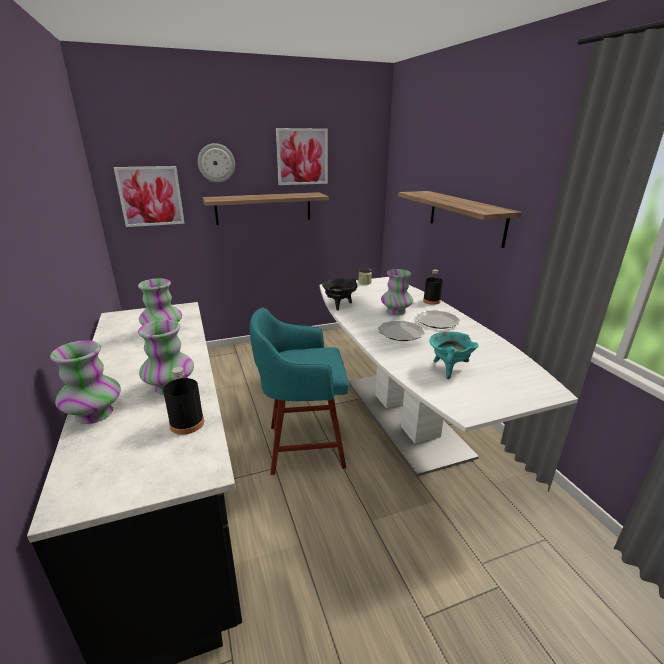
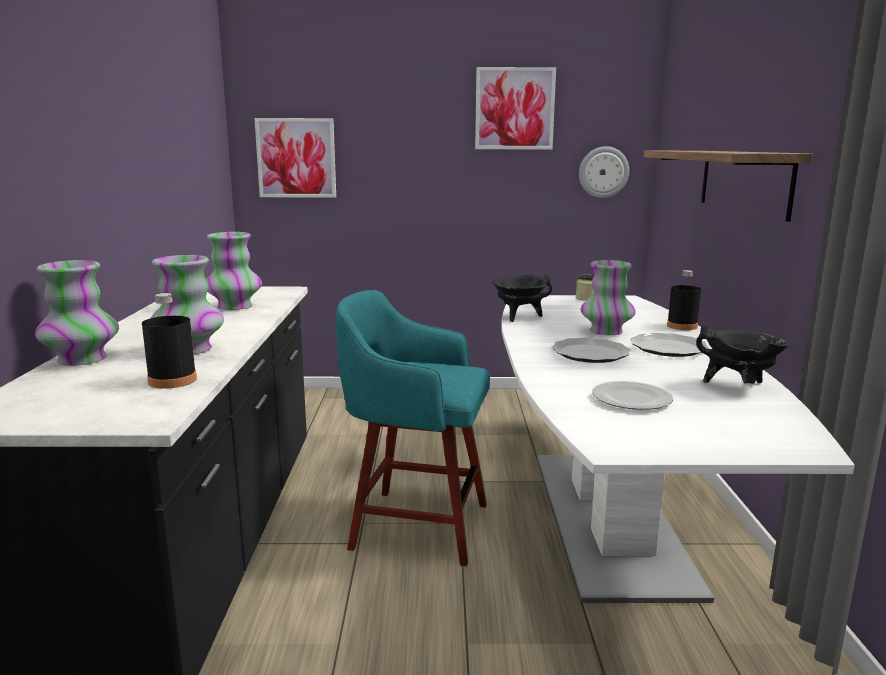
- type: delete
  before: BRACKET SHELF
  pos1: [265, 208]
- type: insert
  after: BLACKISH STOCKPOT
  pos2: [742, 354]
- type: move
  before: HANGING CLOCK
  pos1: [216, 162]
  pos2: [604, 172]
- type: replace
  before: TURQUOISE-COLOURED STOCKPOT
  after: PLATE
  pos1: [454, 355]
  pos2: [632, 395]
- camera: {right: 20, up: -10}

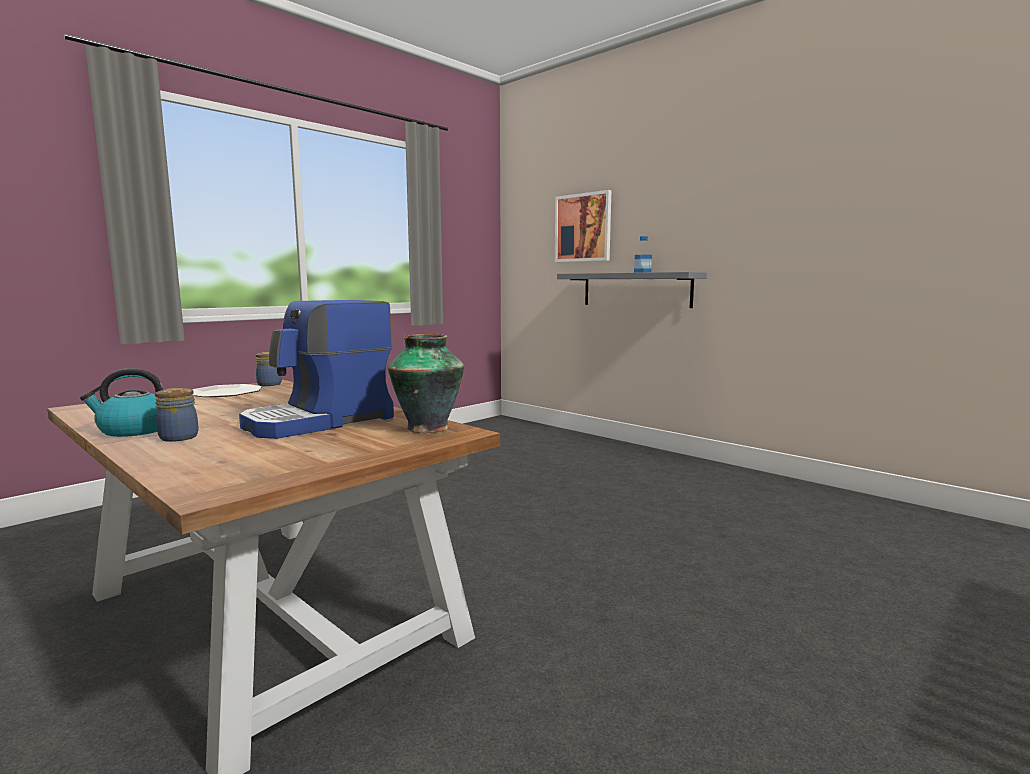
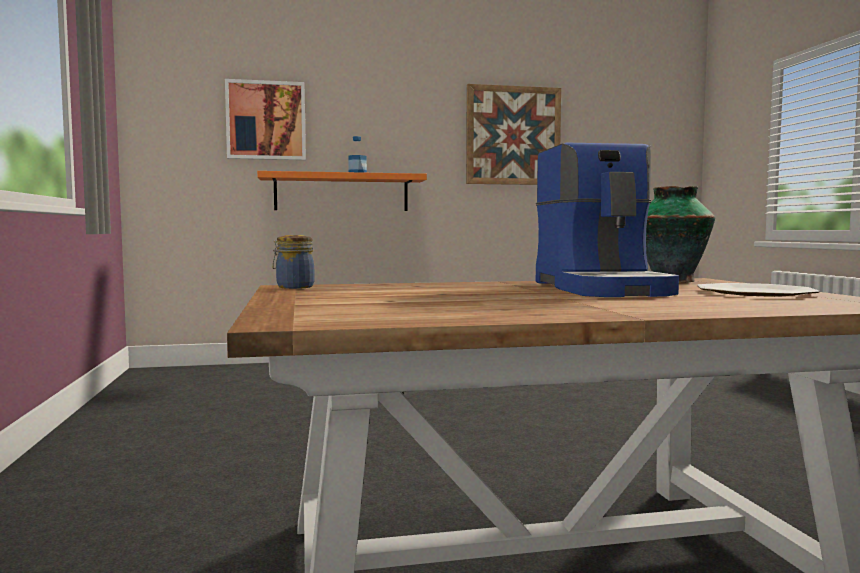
- type: delete
  before: KETTLE
  pos1: [121, 402]
- type: delete
  before: JAR
  pos1: [177, 415]
- type: insert
  after: WALL ART
  pos2: [513, 134]
- type: move
  before: PLATE
  pos1: [227, 390]
  pos2: [758, 290]
- type: recolor
  before: GRAY BRACKET SHELF
  after: ORANGEY BRACKET SHELF
  pos1: [632, 290]
  pos2: [342, 191]
- camera: {right: -55, up: -5}

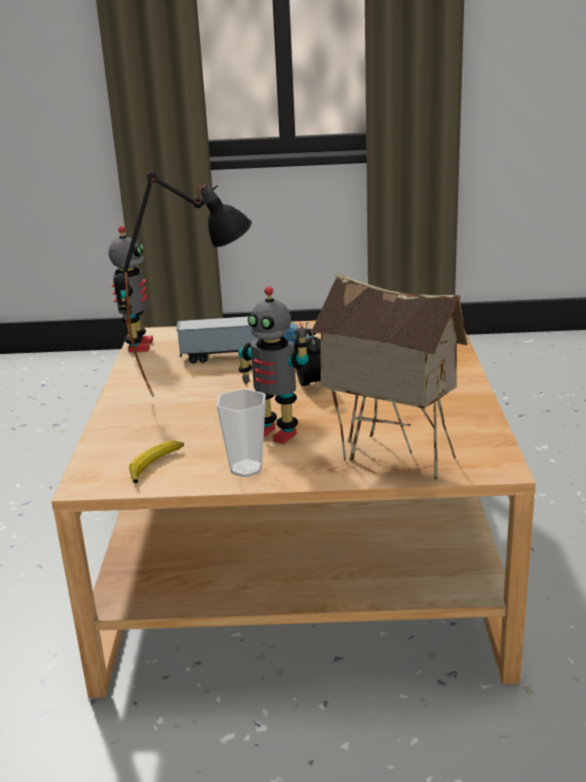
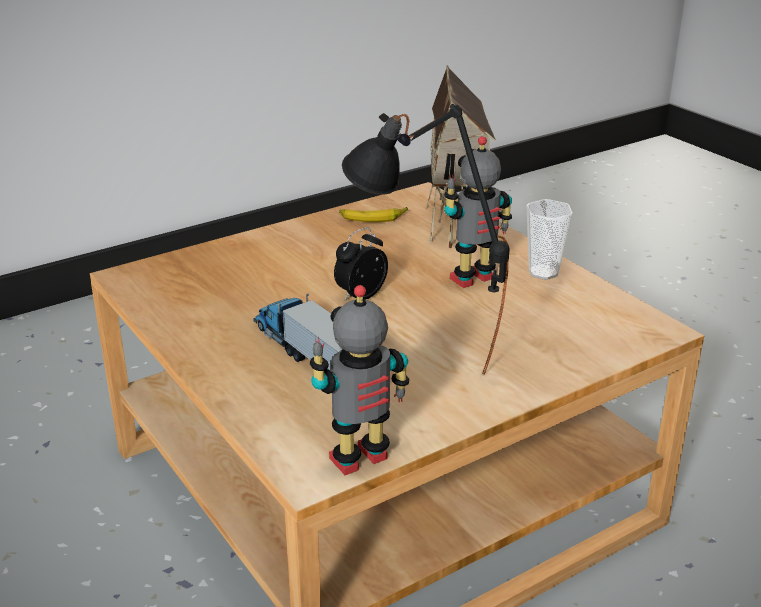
- type: move
  before: BANANA FRUIT
  pos1: [156, 461]
  pos2: [373, 214]
- type: rotate
  before: ROBOT FIGURE
  pos1: [274, 365]
  pos2: [478, 212]
  turn: -120
- camera: {right: -125, up: 5}

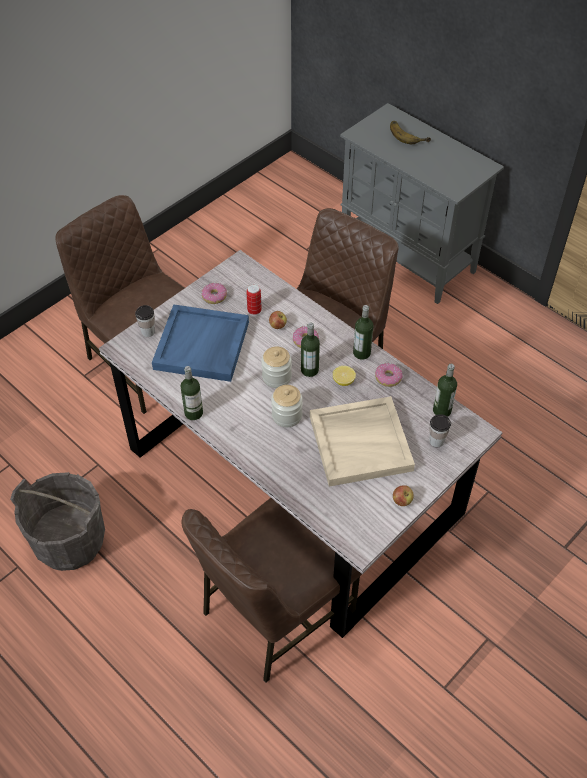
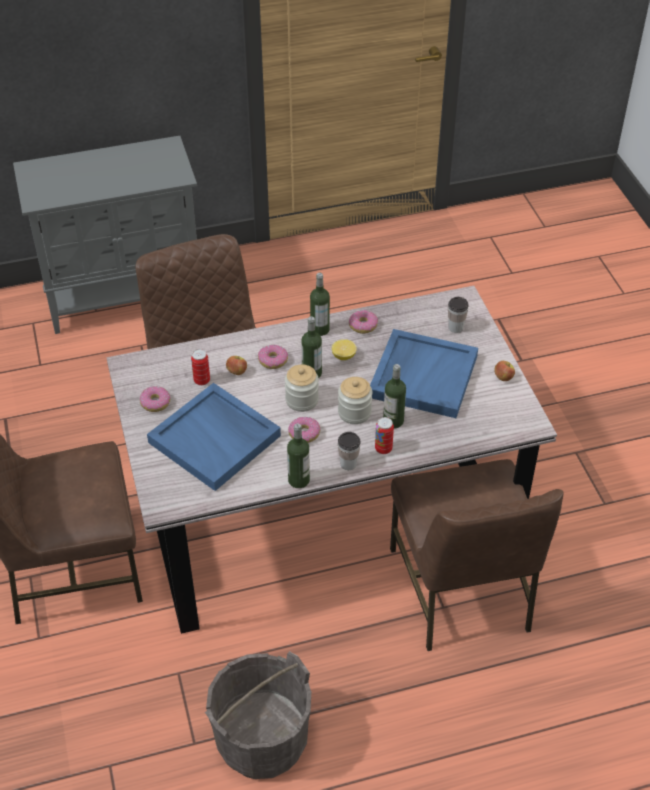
- type: delete
  before: BANANA FRUIT
  pos1: [410, 132]
- type: insert
  after: RING DOUGHNUT
  pos2: [304, 430]
- type: insert
  after: METAL CAN
  pos2: [384, 435]
- type: move
  before: DRINKING CUP
  pos1: [145, 321]
  pos2: [349, 451]
- type: move
  before: DRINK BOTTLE
  pos1: [445, 390]
  pos2: [394, 396]
- type: recolor
  before: BEIGE-COLOURED CARRYING TRAY
  after: BLUE-COLOURED CARRYING TRAY
  pos1: [362, 441]
  pos2: [424, 373]
- camera: {right: -60, up: -5}

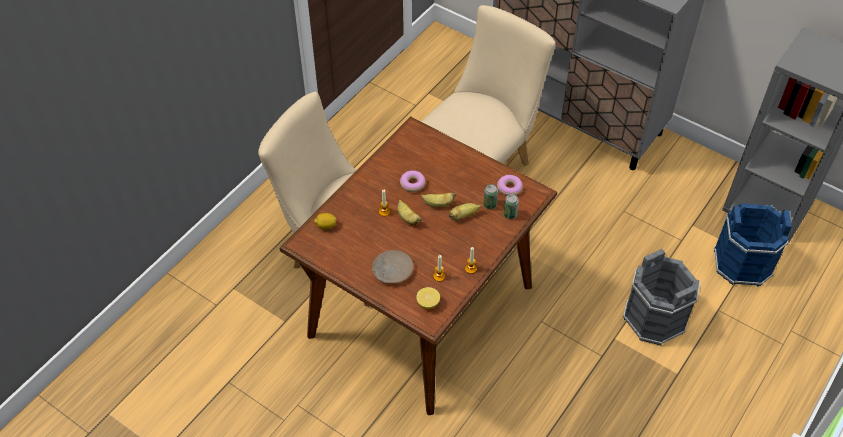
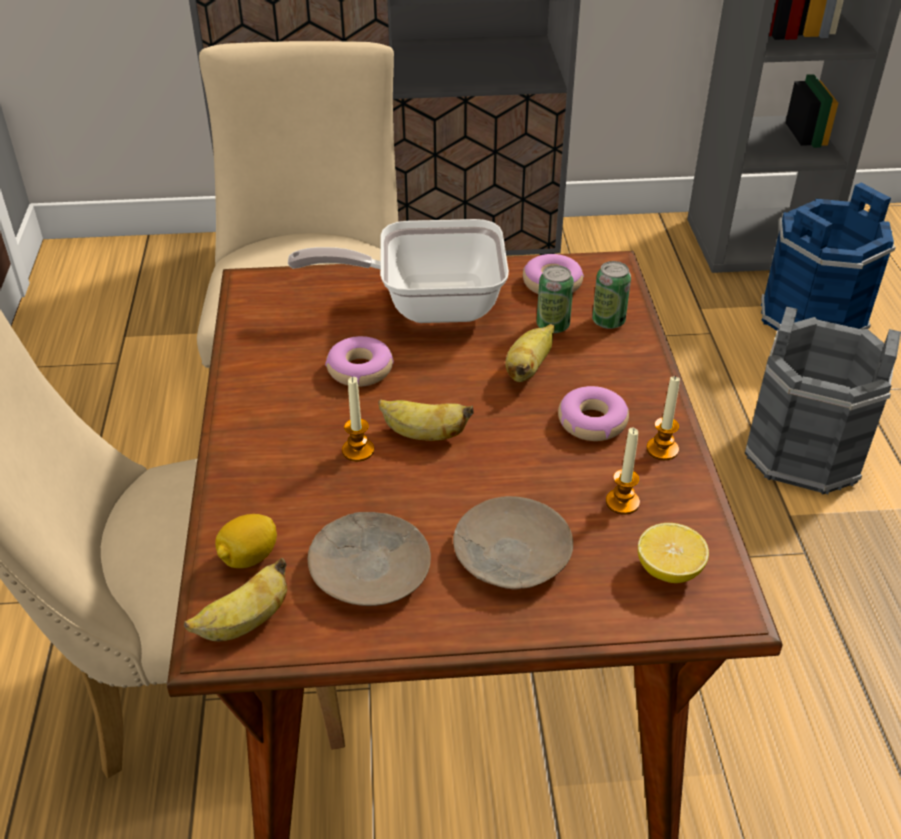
- type: insert
  after: SKILLET
  pos2: [398, 271]
- type: insert
  after: BEIGE-COLOURED PLATE
  pos2: [369, 559]
- type: insert
  after: RING DOUGHNUT
  pos2: [593, 413]
- type: move
  before: BANANA FRUIT
  pos1: [438, 200]
  pos2: [235, 599]
- camera: {right: -40, up: -10}

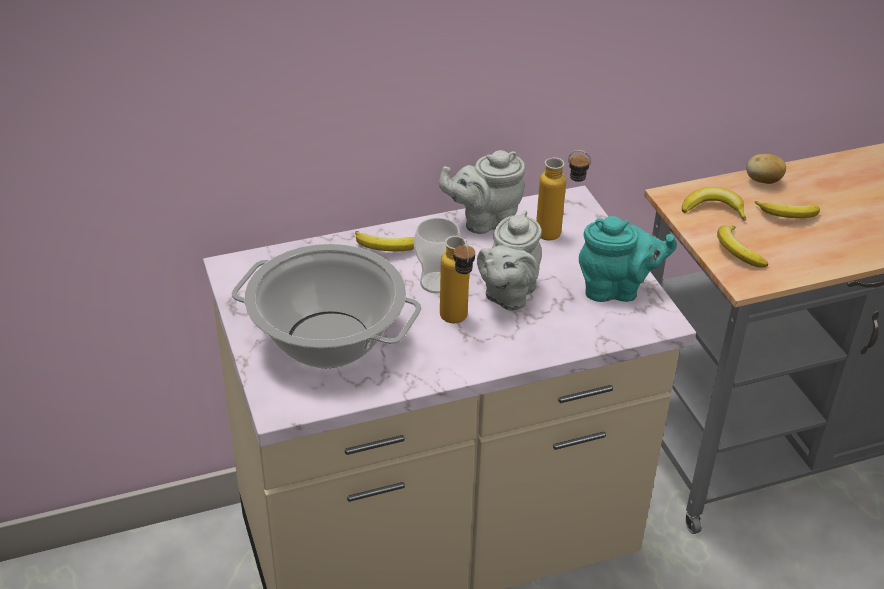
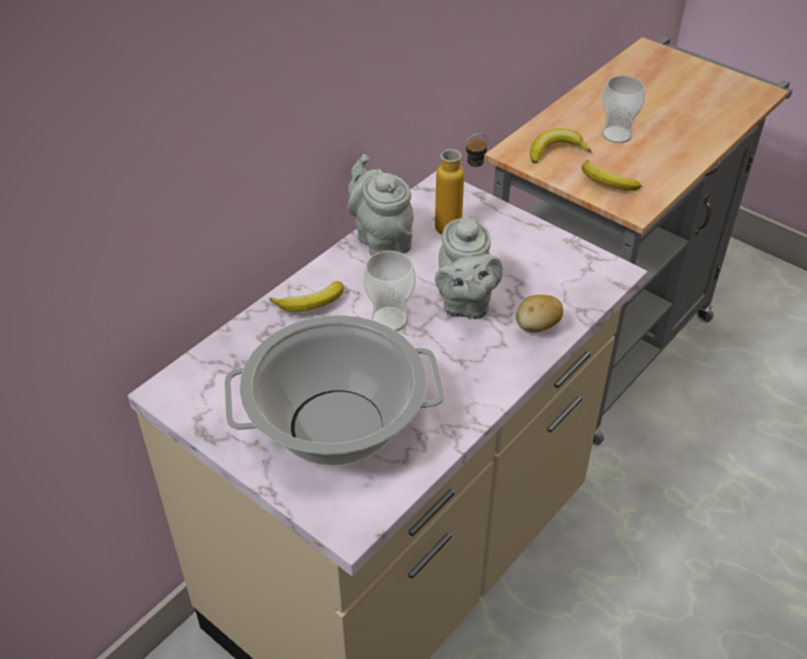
- type: delete
  before: DRINK BOTTLE
  pos1: [457, 279]
- type: delete
  before: TURQUOISE-COLOURED TEAPOT
  pos1: [628, 259]
- type: move
  before: WHOLE POTATO
  pos1: [766, 169]
  pos2: [539, 314]
- type: replace
  before: BANANA FRUIT
  after: DRINKING CUP
  pos1: [787, 209]
  pos2: [623, 109]
- type: rotate
  before: GRAY TEAPOT
  pos1: [482, 192]
  pos2: [380, 205]
  turn: 105
- camera: {right: -30, up: 5}

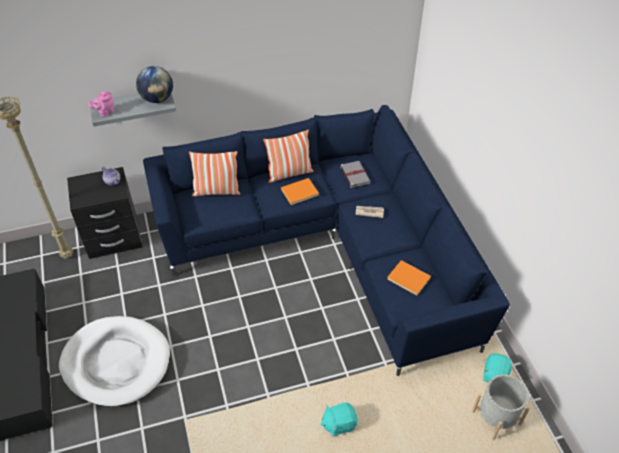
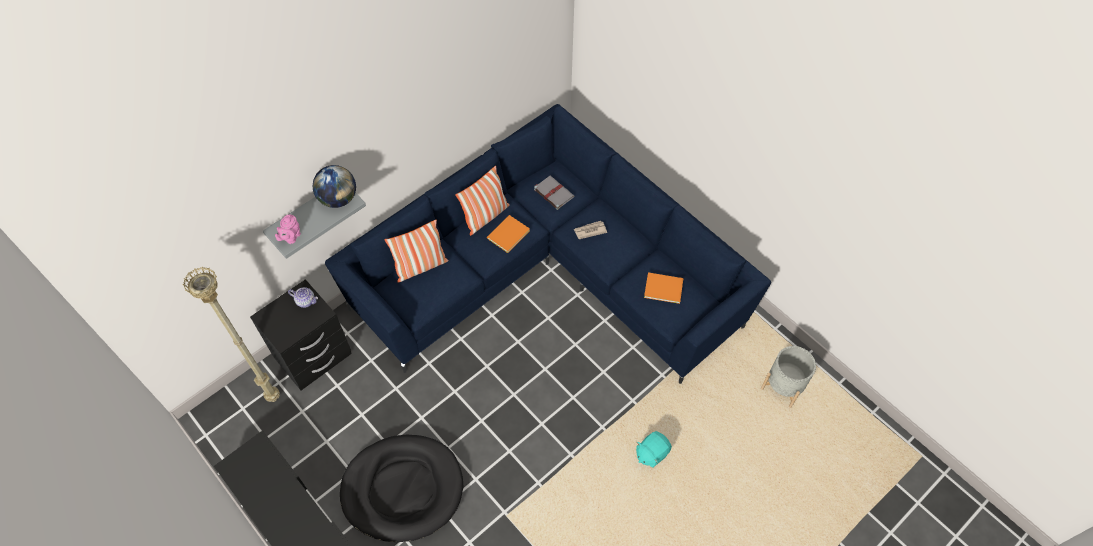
- type: delete
  before: TURQUOISE-COLOURED CUDDLY TOY
  pos1: [497, 368]
- type: recolor
  before: WHITISH DOG BED
  after: BLACKISH DOG BED
  pos1: [114, 361]
  pos2: [401, 488]
- camera: {right: -25, up: 10}

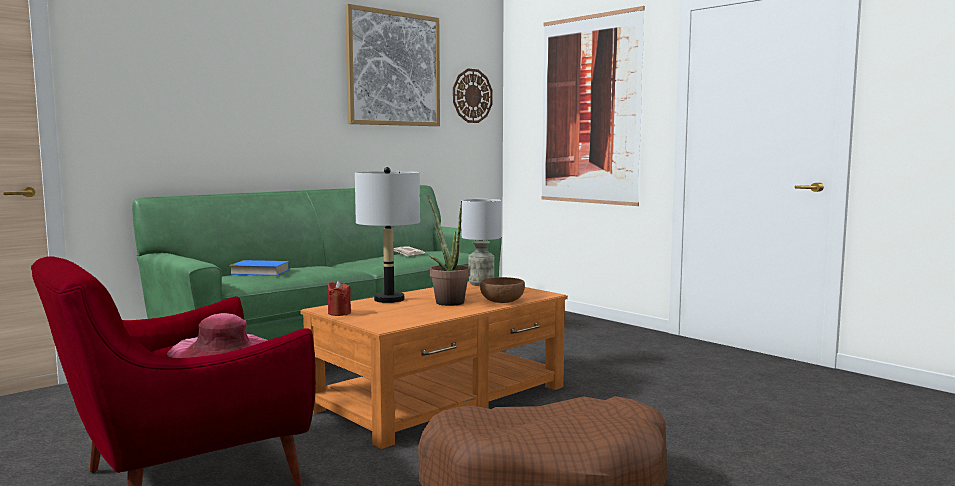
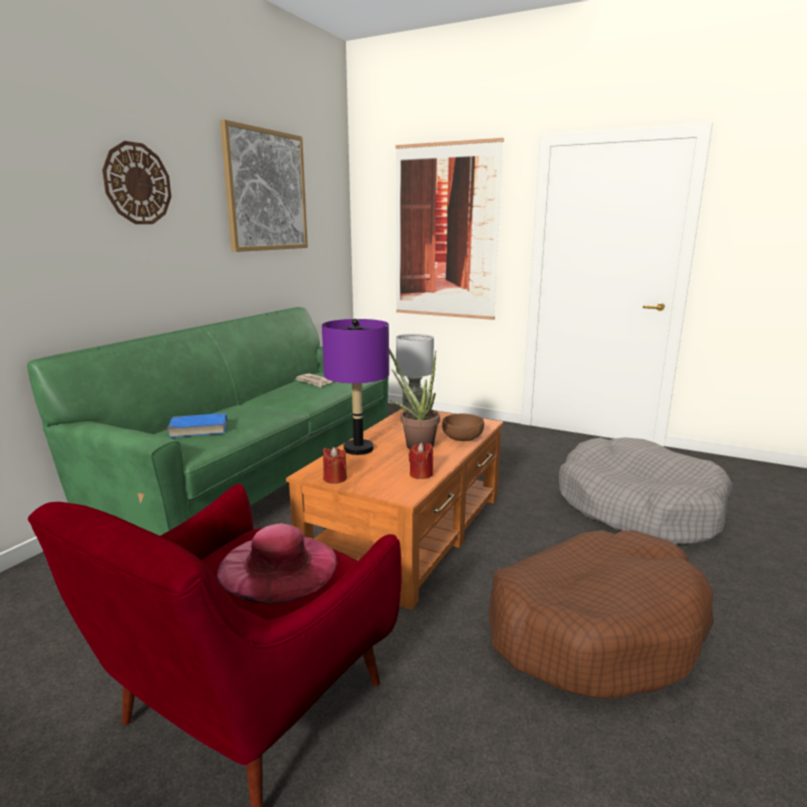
- type: insert
  after: RED WAX LIGHT
  pos2: [420, 460]
- type: insert
  after: GRAY DOG BED
  pos2: [646, 490]
- type: move
  before: HANGING CLOCK
  pos1: [472, 96]
  pos2: [136, 182]
- type: recolor
  before: GRAY LAMP FOR A TABLE
  after: PURPLE LAMP FOR A TABLE
  pos1: [387, 235]
  pos2: [355, 387]
- camera: {right: -20, up: 10}

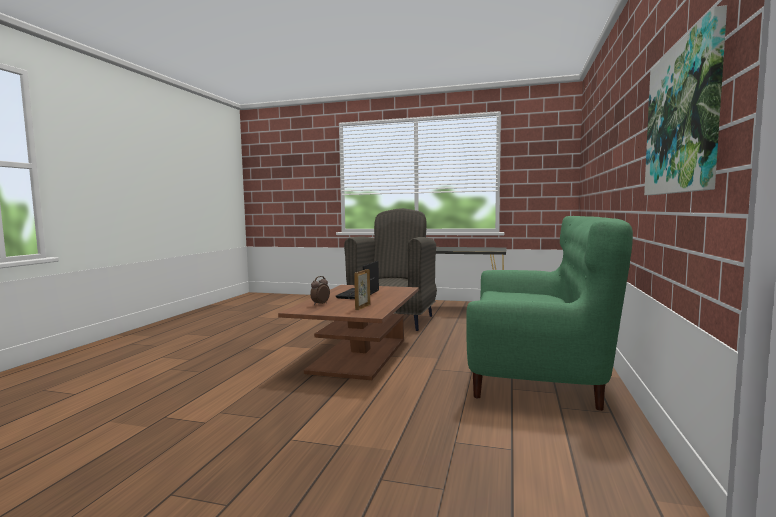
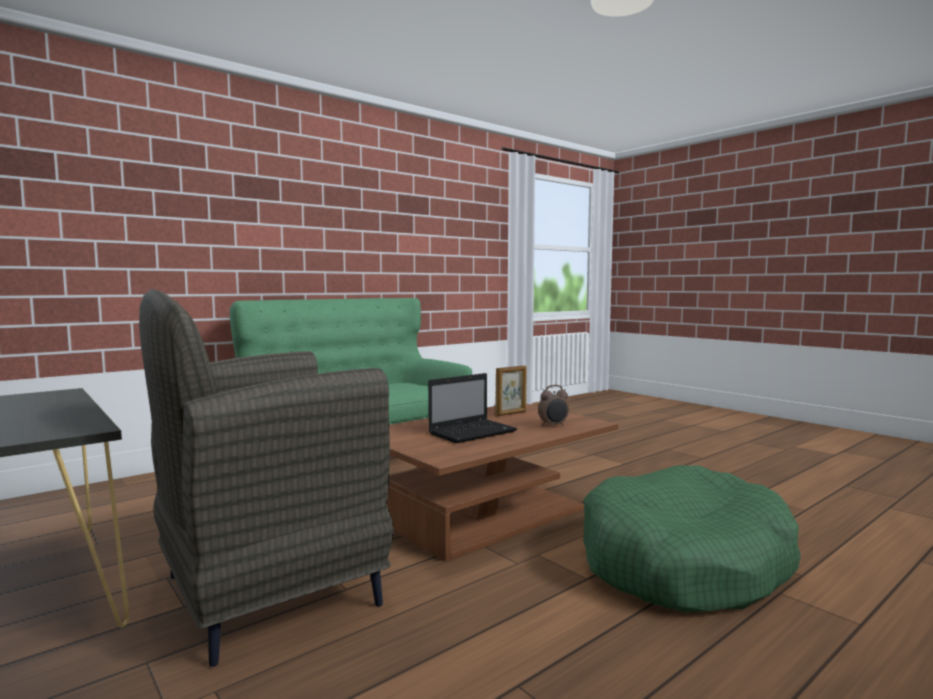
- type: delete
  before: WALL ART
  pos1: [685, 100]
- type: insert
  after: GREENISH DOG BED
  pos2: [692, 539]
- camera: {right: -145, up: 0}

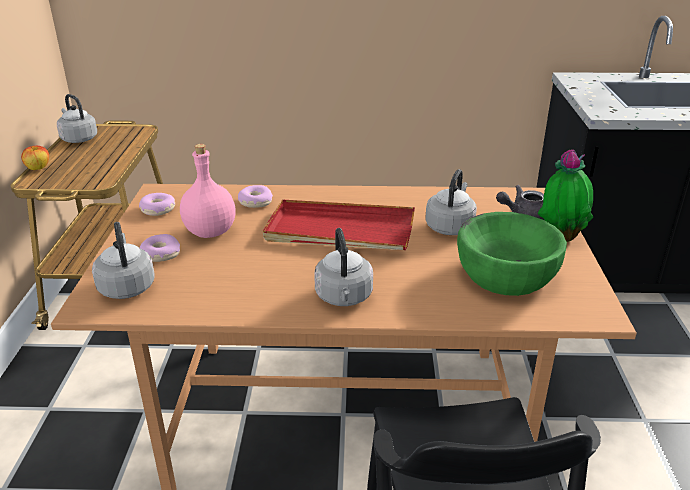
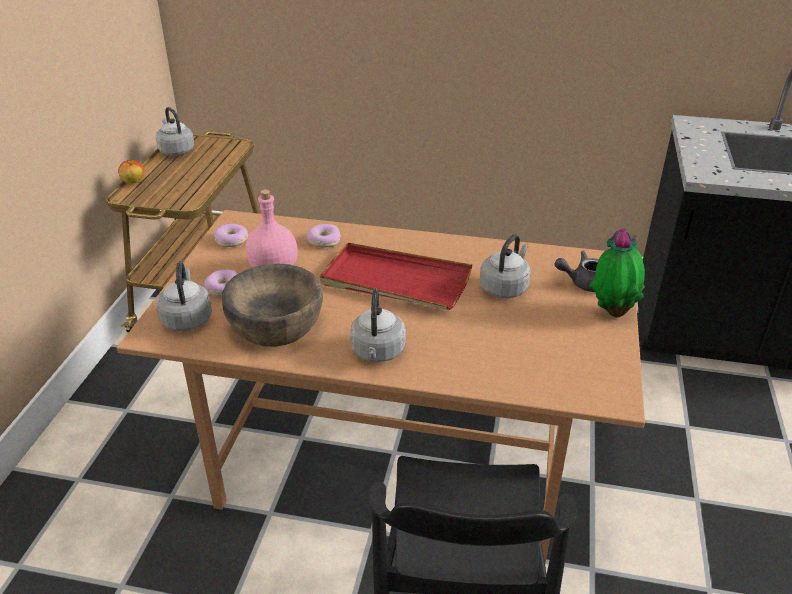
- type: delete
  before: GREENISH SERVING BOWL
  pos1: [512, 254]
- type: insert
  after: BROWNISH SERVING BOWL
  pos2: [272, 305]
- camera: {right: 10, up: 5}

